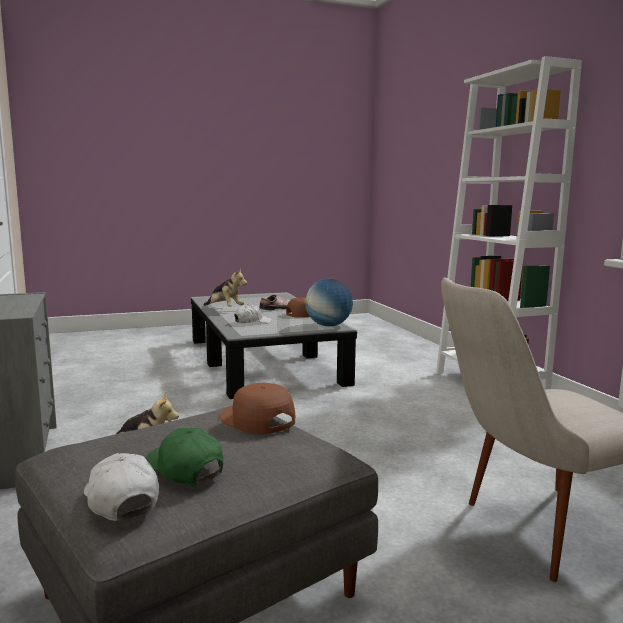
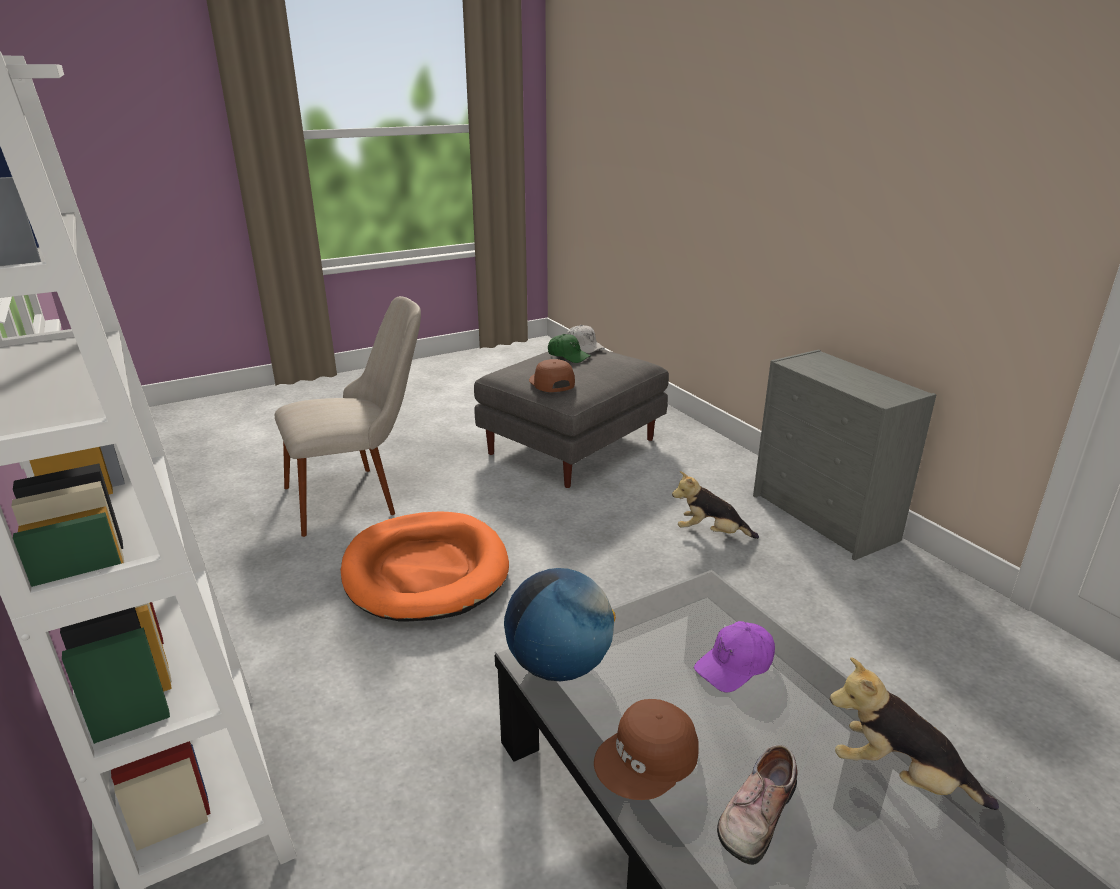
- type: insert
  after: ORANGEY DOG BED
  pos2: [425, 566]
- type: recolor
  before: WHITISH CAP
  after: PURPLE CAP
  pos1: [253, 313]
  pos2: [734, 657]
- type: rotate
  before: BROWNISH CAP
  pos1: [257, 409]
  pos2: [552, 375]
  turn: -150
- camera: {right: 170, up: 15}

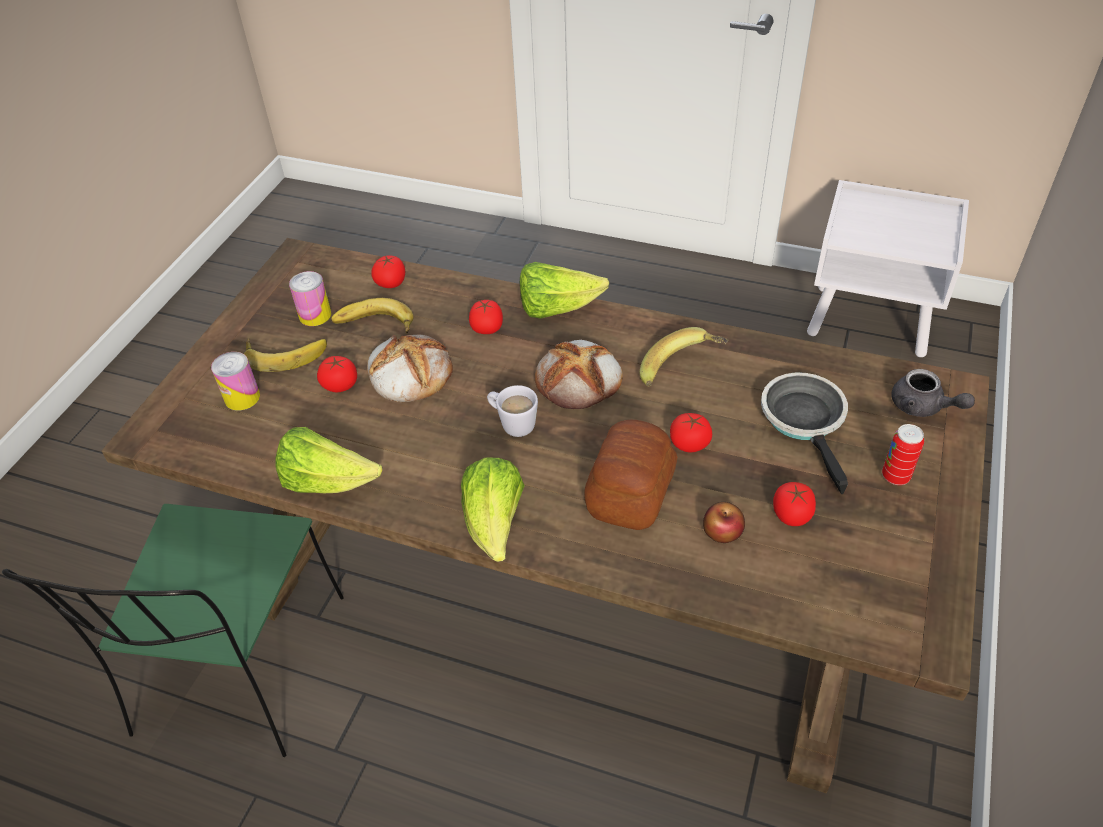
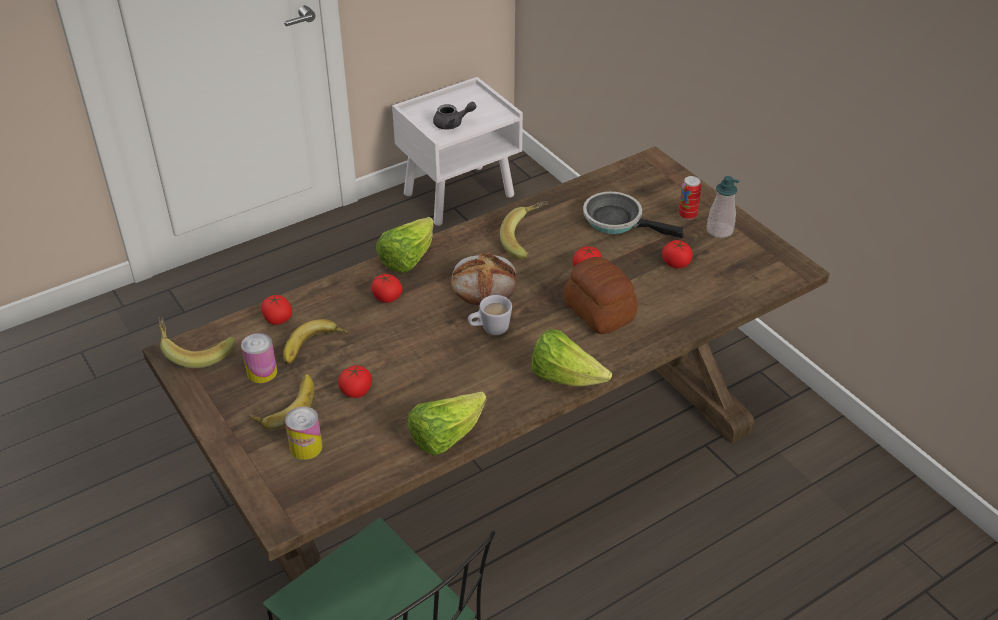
- type: delete
  before: BAKERY BREAD
  pos1: [410, 368]
- type: delete
  before: WHOLE APPLE
  pos1: [724, 522]
- type: insert
  after: BANANA FRUIT
  pos2: [197, 342]
- type: insert
  after: LIQUID SOAP BOTTLE
  pos2: [723, 207]
- type: move
  before: GRAY TEAPOT
  pos1: [933, 393]
  pos2: [455, 116]
- camera: {right: -55, up: -5}

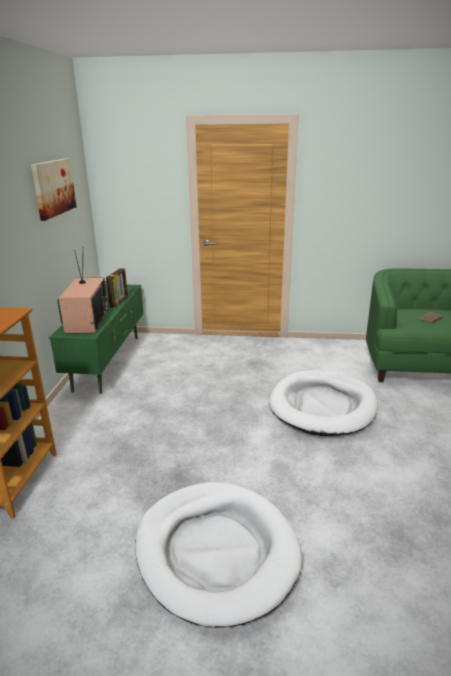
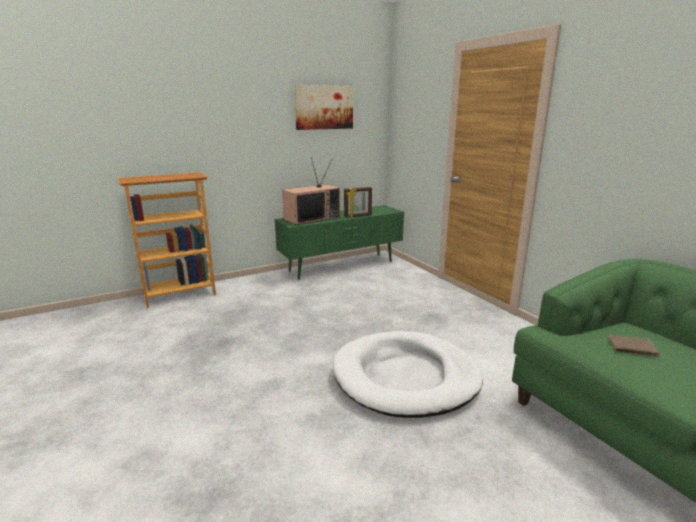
- type: delete
  before: WHITISH DOG BED
  pos1: [219, 555]
- camera: {right: 55, up: -5}

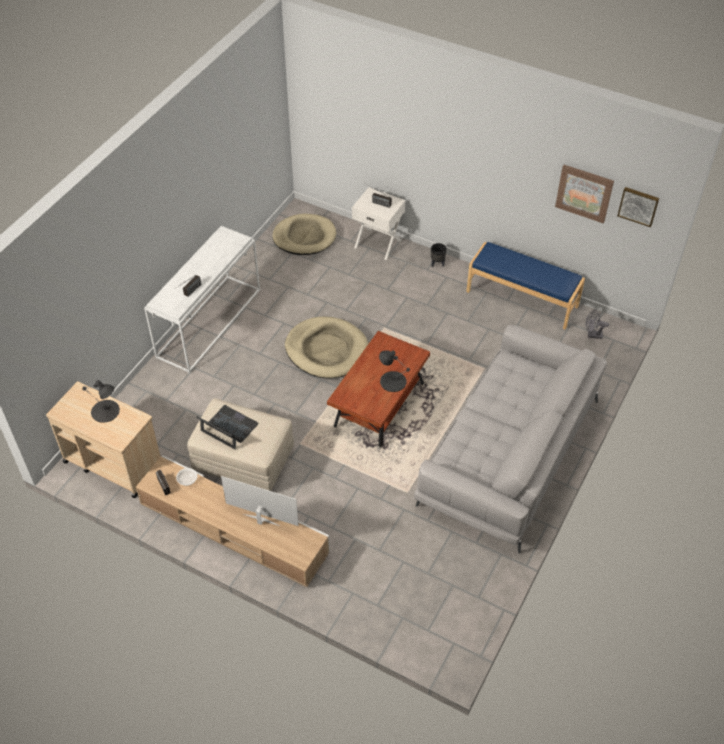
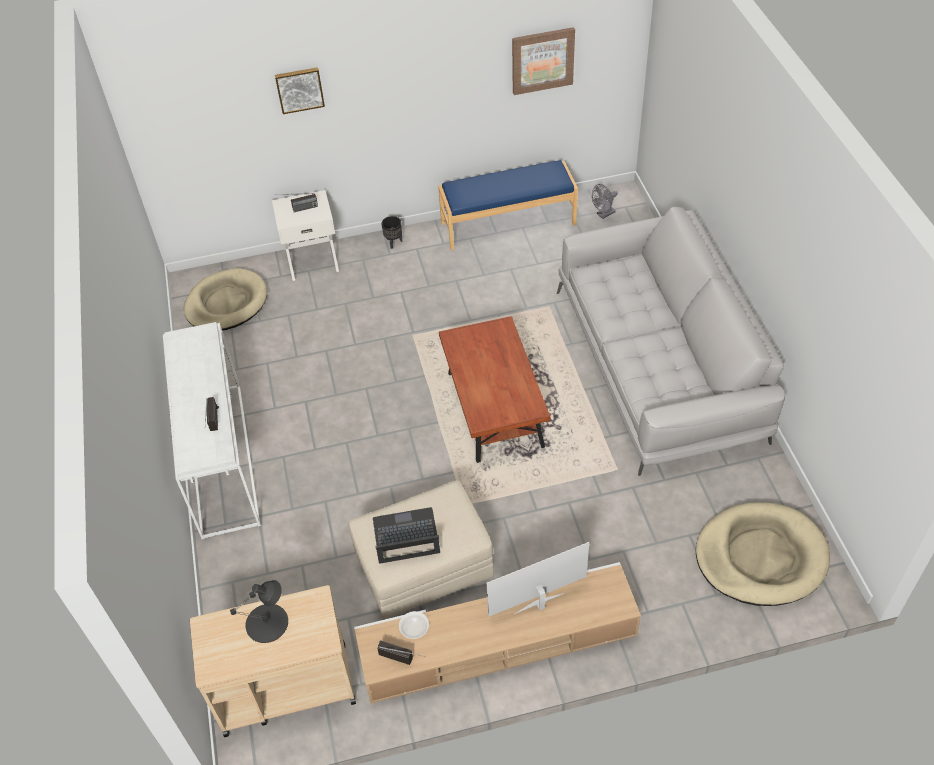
- type: delete
  before: BLACKISH LAMP FOR A TABLE
  pos1: [394, 371]
- type: move
  before: BEIGE-COLOURED DOG BED
  pos1: [327, 347]
  pos2: [763, 554]
- type: move
  before: WALL ART
  pos1: [638, 207]
  pos2: [300, 90]
- camera: {right: -40, up: 0}

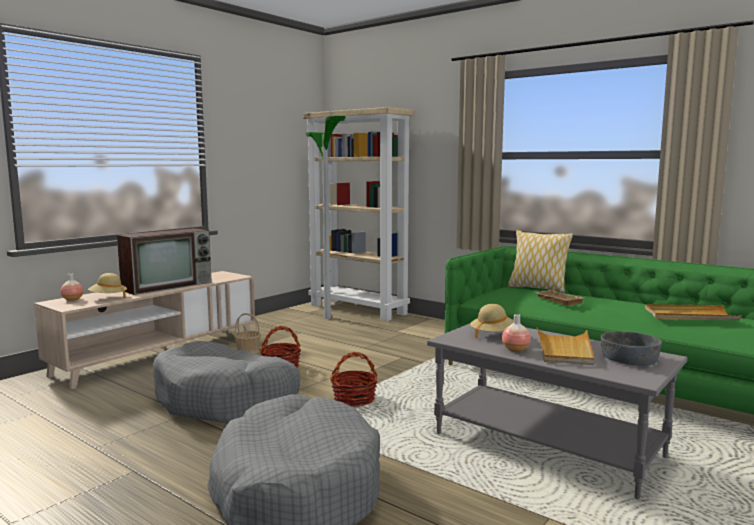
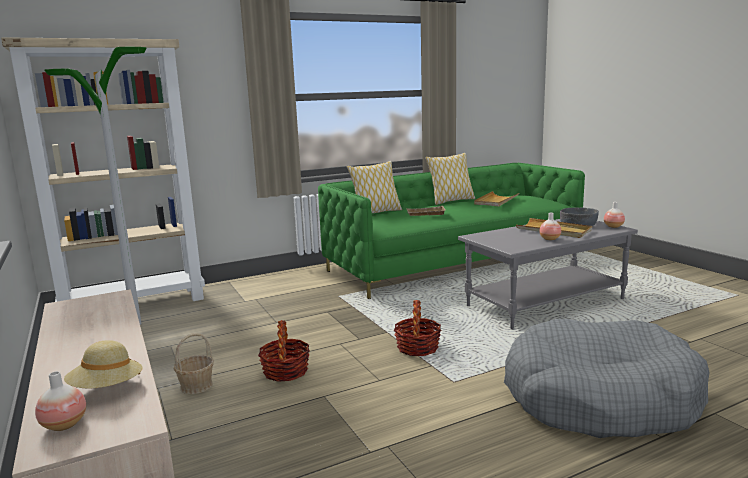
- type: delete
  before: TV SET
  pos1: [164, 261]
- type: delete
  before: GRAY DOG BED
  pos1: [226, 382]
- type: delete
  before: BEIGE-COLOURED WEARABLE HAT
  pos1: [491, 321]
- type: insert
  after: PILLOW
  pos2: [450, 179]
- type: insert
  after: FLOWER VASE
  pos2: [614, 215]
- camera: {right: -65, up: 5}

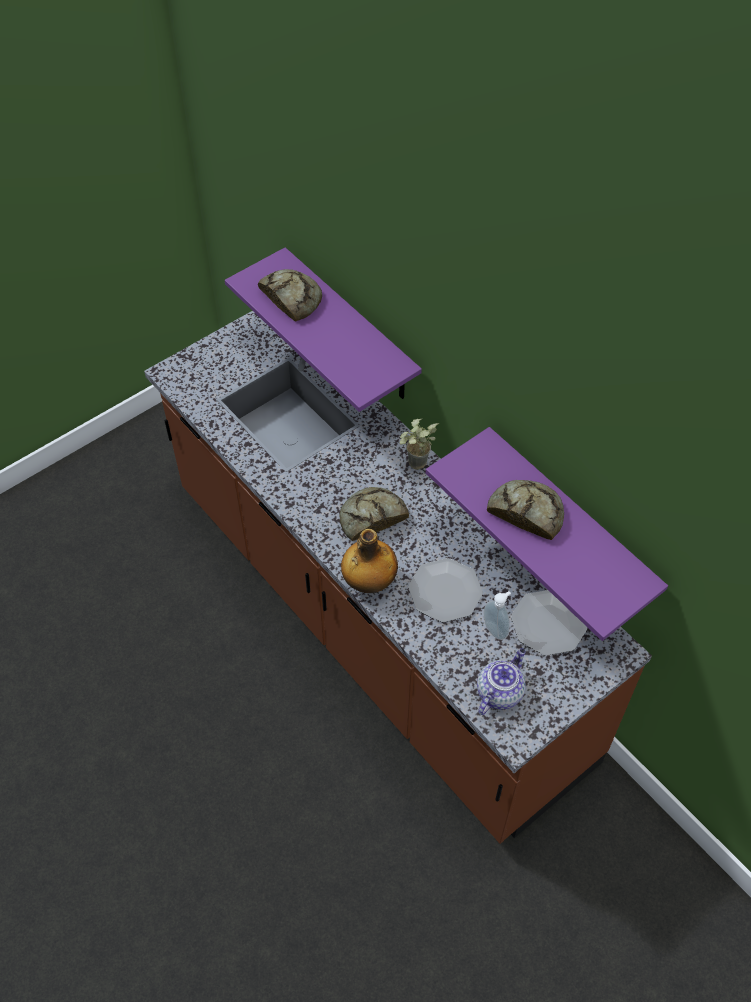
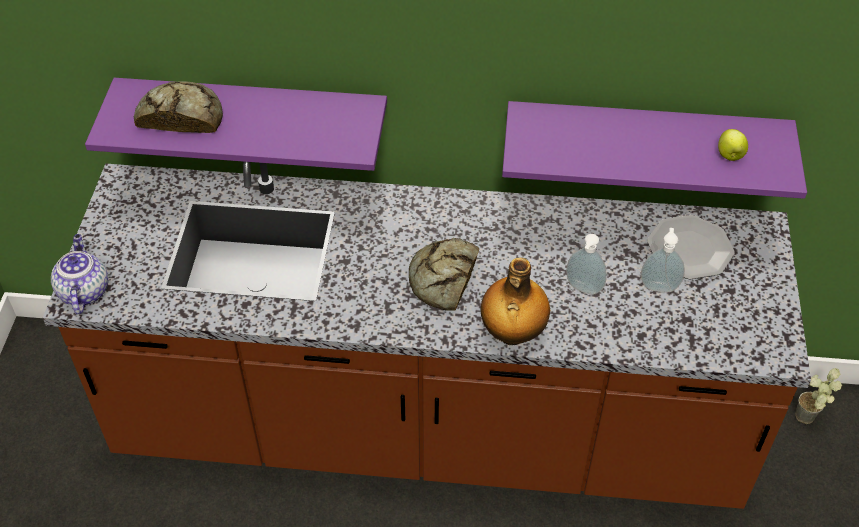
- type: delete
  before: BAKERY BREAD
  pos1: [525, 510]
- type: insert
  after: WHOLE APPLE
  pos2: [733, 145]
- type: move
  before: POTTED PLANT
  pos1: [419, 444]
  pos2: [819, 396]
- type: move
  before: TEAPOT
  pos1: [501, 681]
  pos2: [79, 274]
- type: replace
  before: PLATE
  after: LIQUID SOAP BOTTLE
  pos1: [445, 590]
  pos2: [586, 264]
- camera: {right: -45, up: -5}

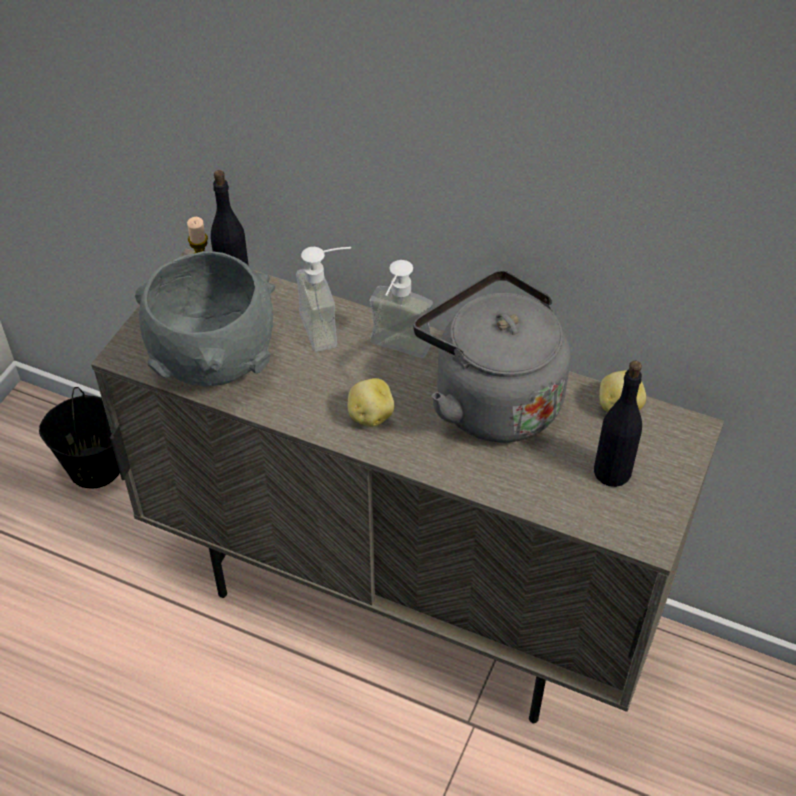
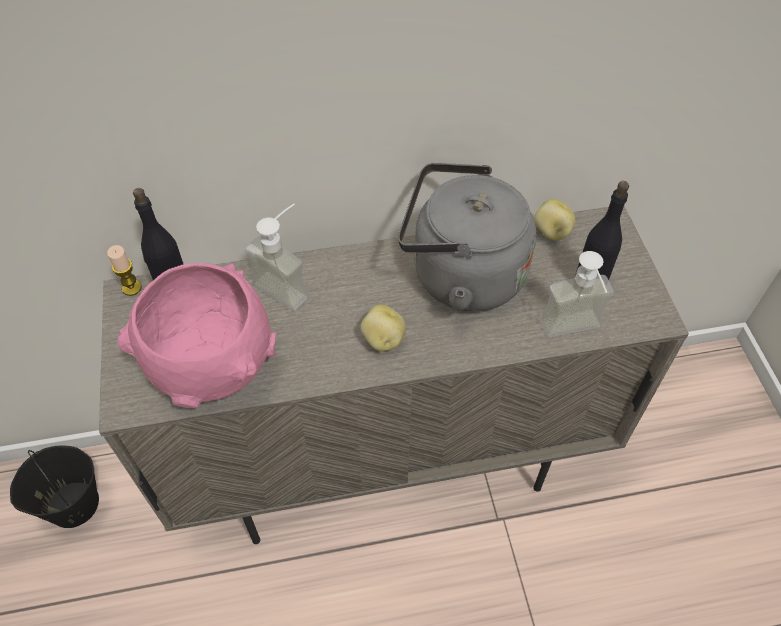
- type: move
  before: LIQUID SOAP BOTTLE
  pos1: [401, 309]
  pos2: [577, 294]
- type: recolor
  before: GRAY SERVING BOWL
  after: PINKISH SERVING BOWL
  pos1: [205, 319]
  pos2: [196, 335]
- camera: {right: -35, up: 5}

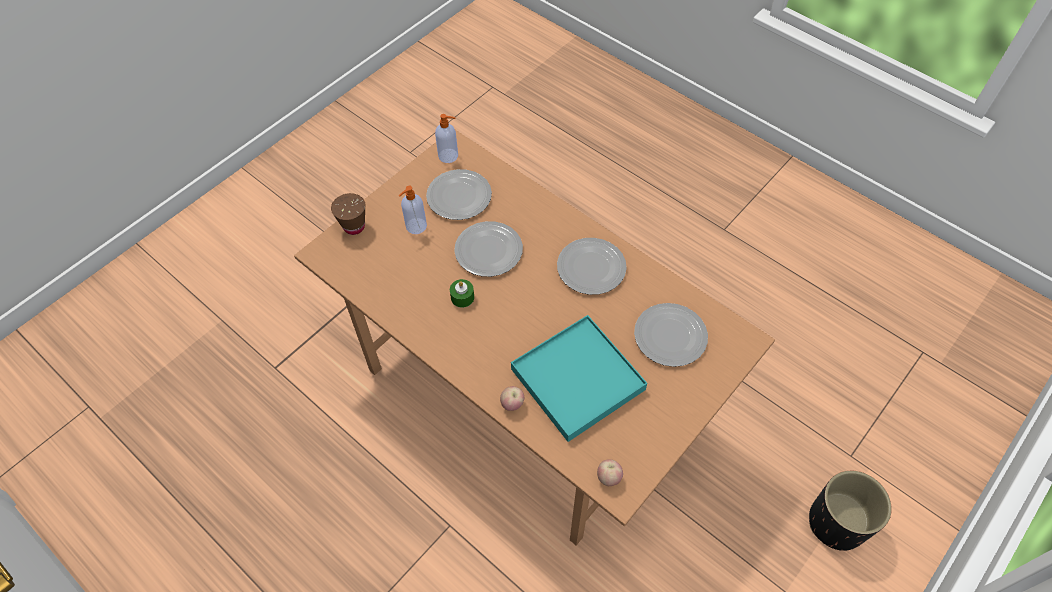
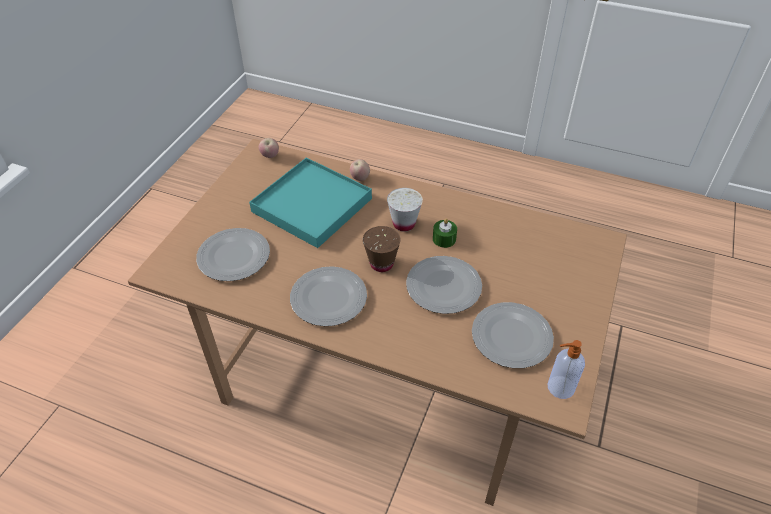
- type: delete
  before: LIQUID SOAP BOTTLE
  pos1: [413, 210]
- type: delete
  before: BLACKISH PLANTER
  pos1: [850, 511]
- type: insert
  after: WHITISH DRINKING CUP
  pos2: [405, 209]
- type: move
  before: BROWNISH DRINKING CUP
  pos1: [348, 214]
  pos2: [382, 249]
- camera: {right: 160, up: -10}

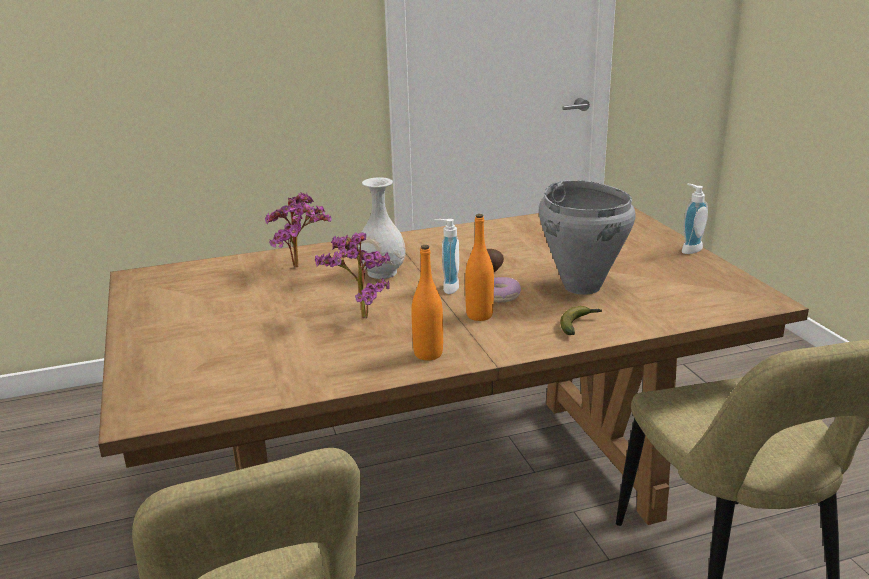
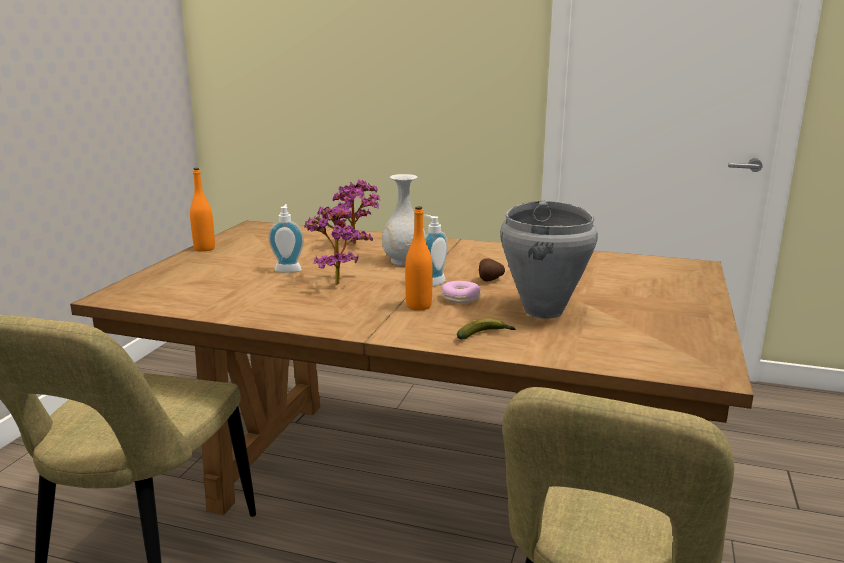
- type: move
  before: ORANGEY DRINK BOTTLE
  pos1: [427, 302]
  pos2: [202, 210]
- type: move
  before: LIQUID SOAP BOTTLE
  pos1: [695, 219]
  pos2: [286, 238]
- camera: {right: 35, up: -5}

